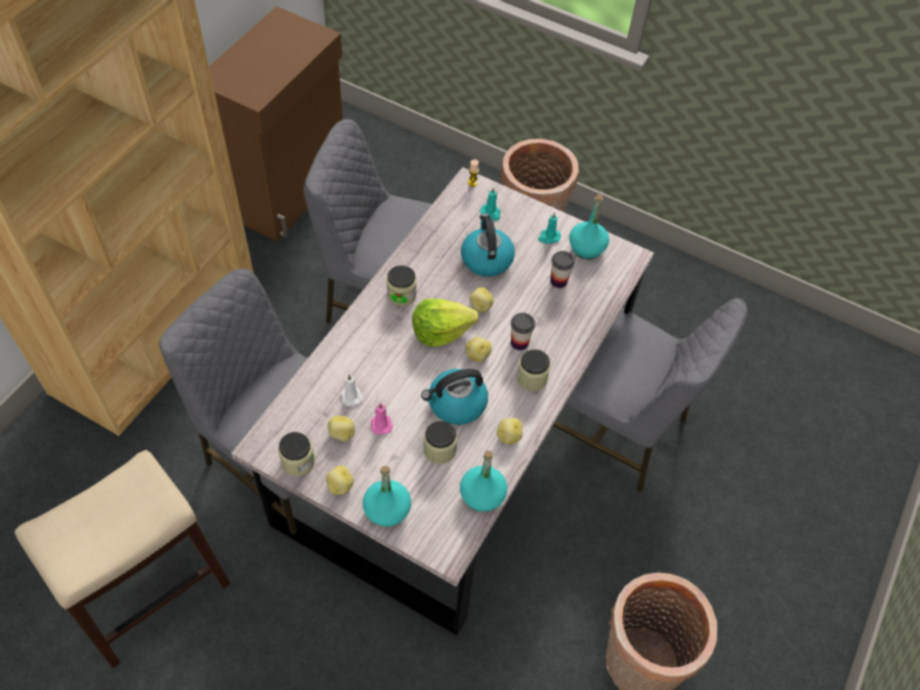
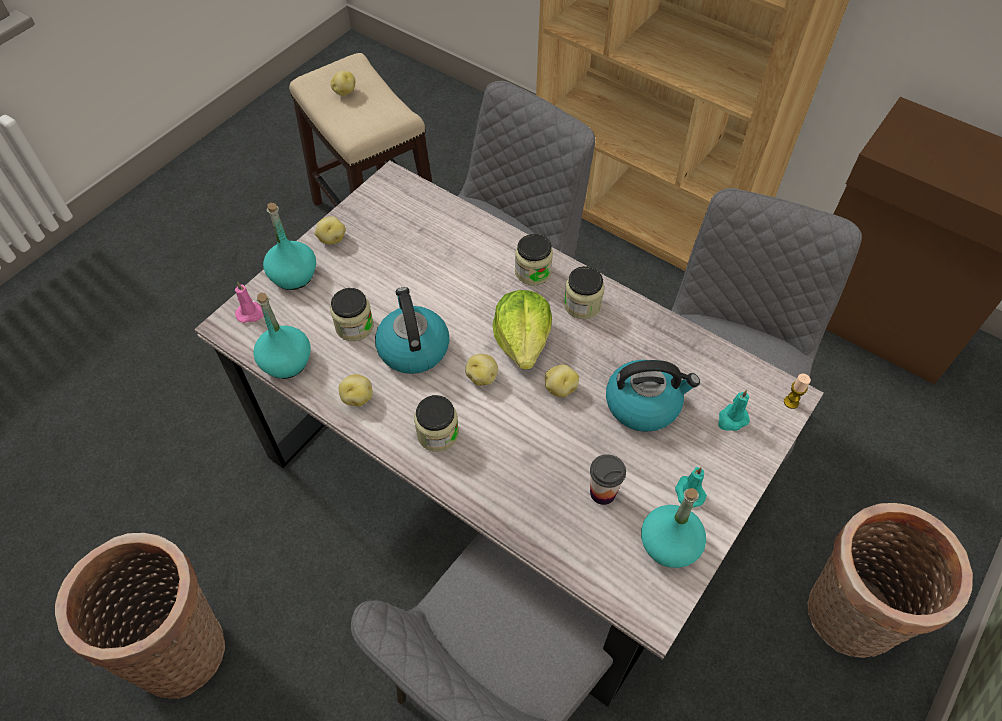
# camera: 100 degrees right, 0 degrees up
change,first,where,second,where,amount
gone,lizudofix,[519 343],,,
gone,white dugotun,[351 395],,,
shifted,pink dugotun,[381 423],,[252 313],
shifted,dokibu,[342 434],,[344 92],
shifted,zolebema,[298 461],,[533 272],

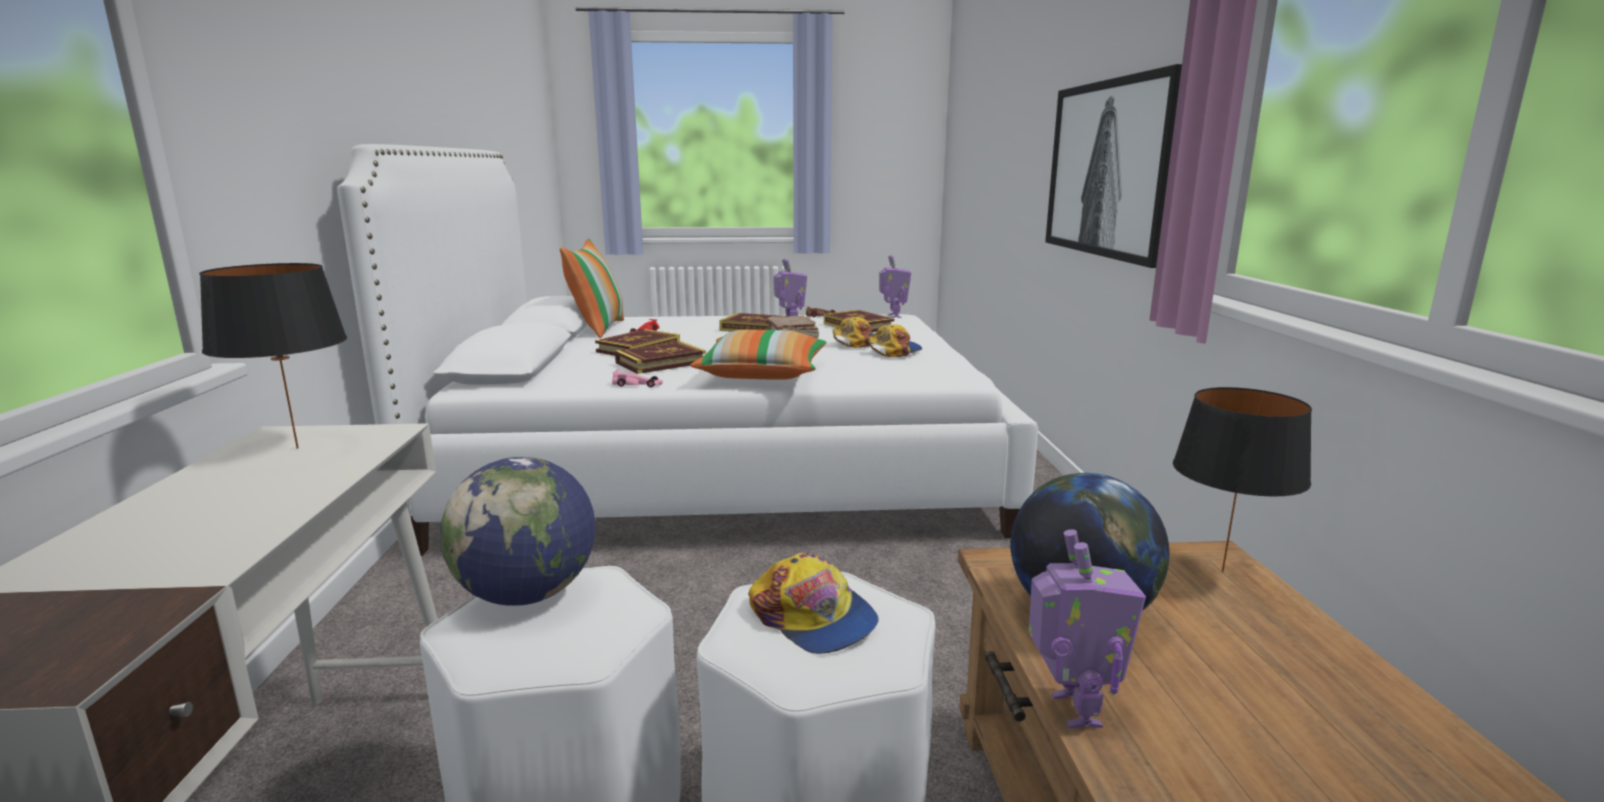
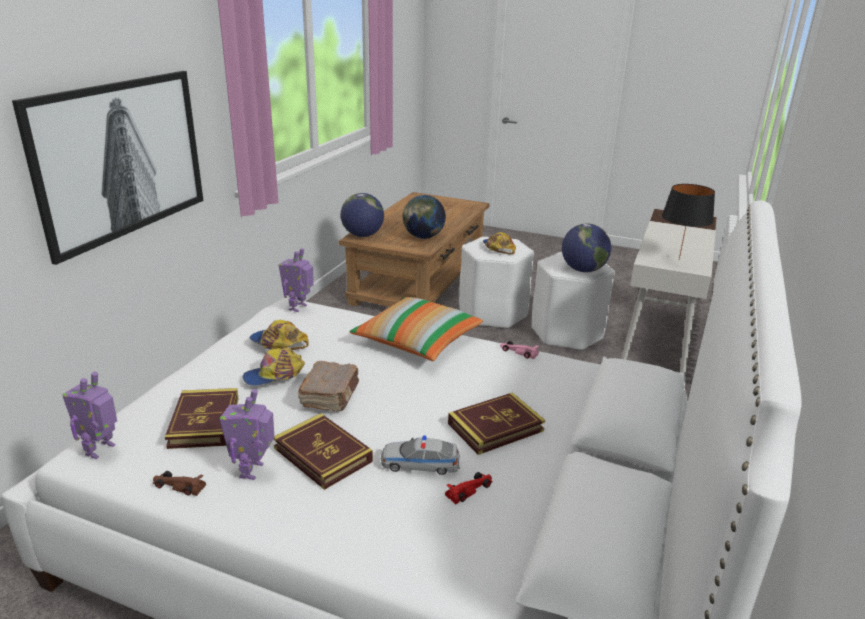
# camera: 155 degrees left, 10 degrees up
change,first,where,second,where,amount
gone,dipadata,[597 328],,,
rotated,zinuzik,[894 351],,[278 343],60 degrees clockwise
gone,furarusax,[661 363],,,
swapped,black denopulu,[1224 571],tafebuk,[362 235],
shifted,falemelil,[1072 710],,[299 307],
new,,,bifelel,[420 463],

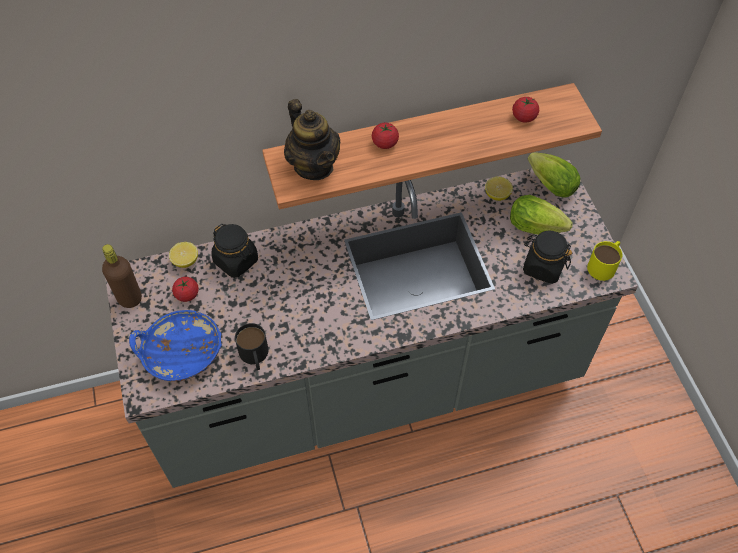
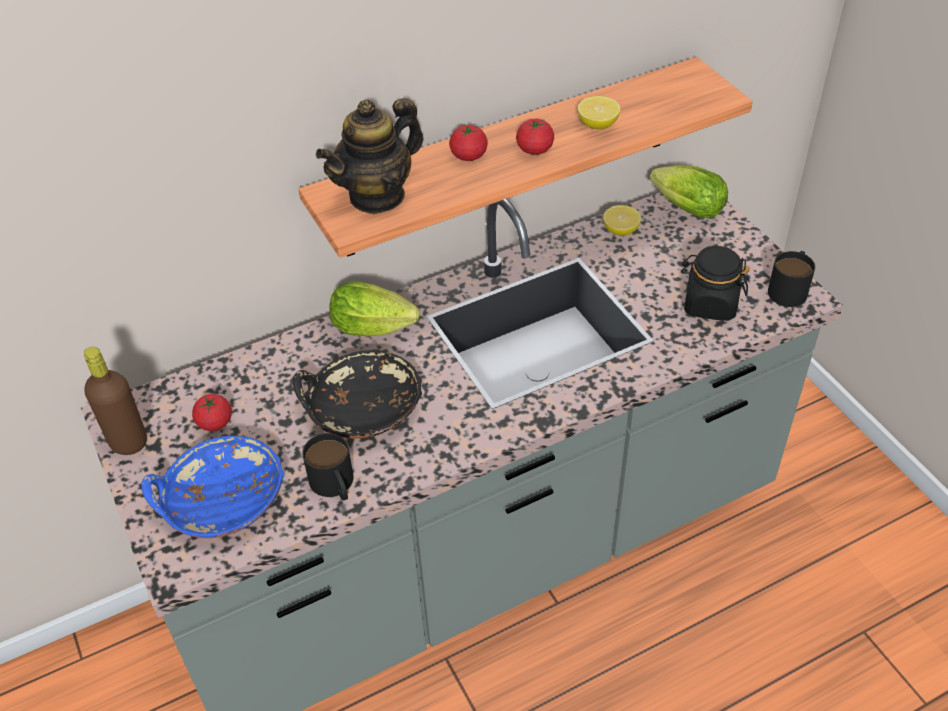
# camera: 10 degrees left, 10 degrees down
change,first,where,second,where,amount
shifted,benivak,[524 117],,[534 149],
rotated,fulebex,[314 166],,[377 196],90 degrees clockwise
shifted,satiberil,[538 228],,[377 329],
gone,black zolebema,[236 261],,,
repainted,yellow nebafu,[604 265],black nebafu,[790 288],
shifted,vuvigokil,[185 261],,[597 125],
new,,,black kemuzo,[361 408],

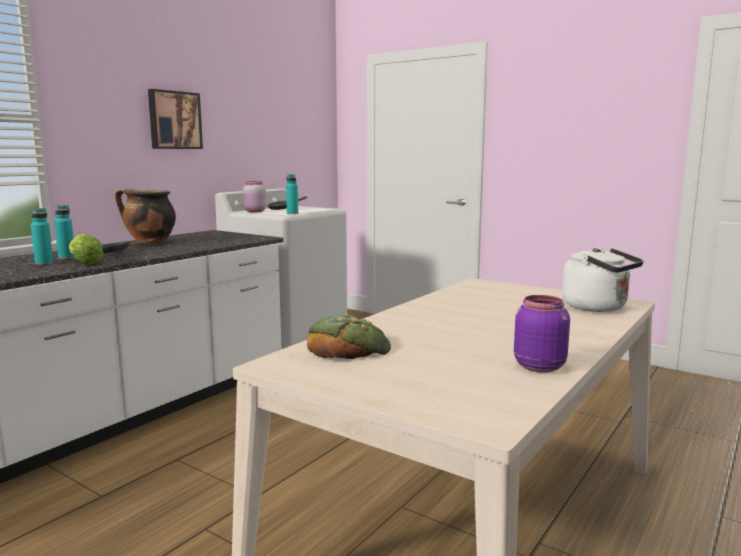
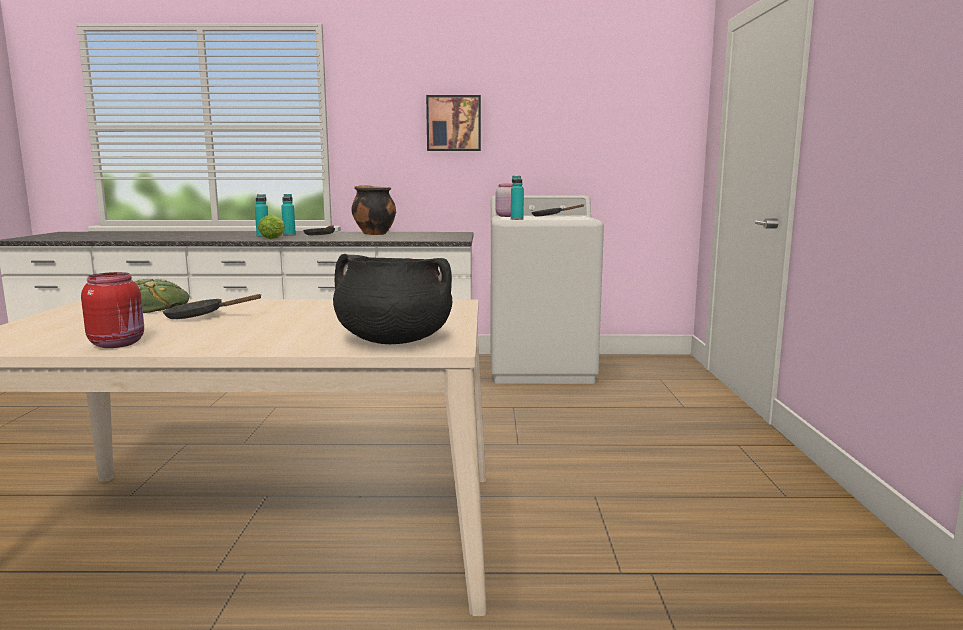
# camera: 55 degrees right, 0 degrees up
change,first,where,second,where,amount
swapped,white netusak,[598 307],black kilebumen,[393 340],
repainted,purple zolebema,[538 366],red zolebema,[118 343],
new,,,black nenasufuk,[201 317],

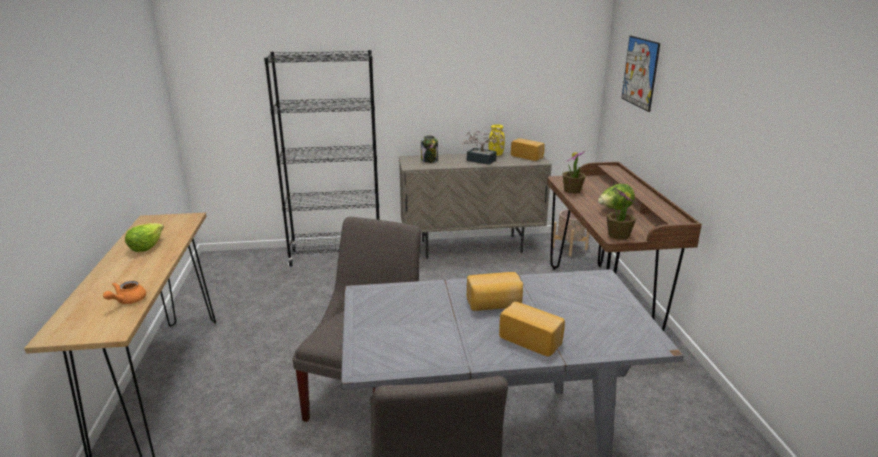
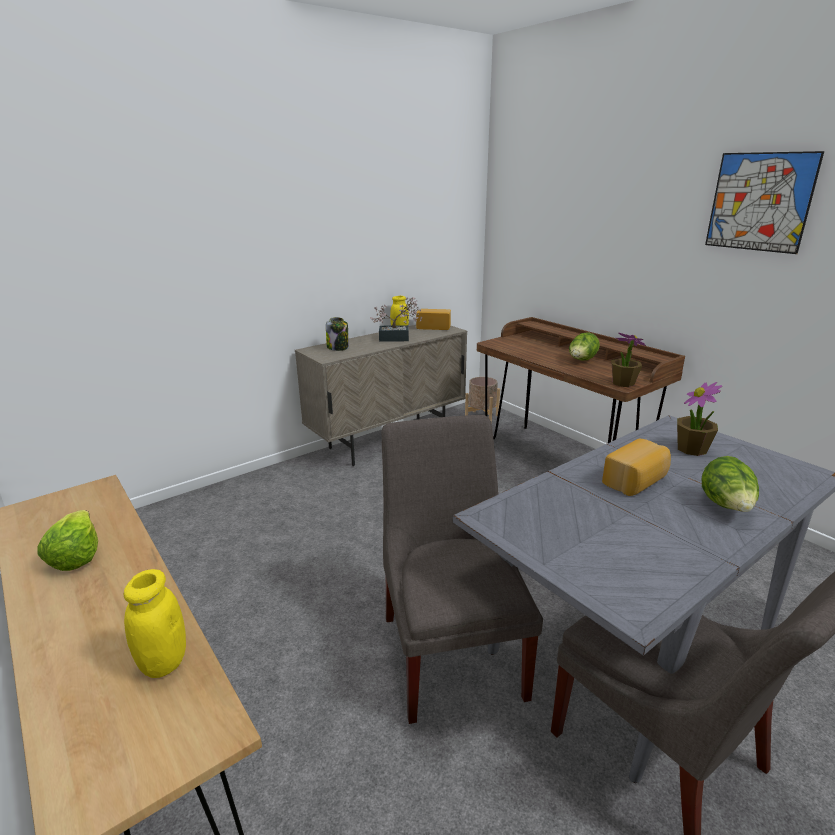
# camera: 30 degrees left, 0 degrees up
change,first,where,second,where,amount
shifted,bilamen,[640 72],,[759 202],
gone,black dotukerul,[336 256],,,
shifted,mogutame,[572 190],,[692 449],
swapped,orange fulebex,[127 301],yellow zolebema,[164 662],
swapped,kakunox,[532 339],satiberil,[726 506],

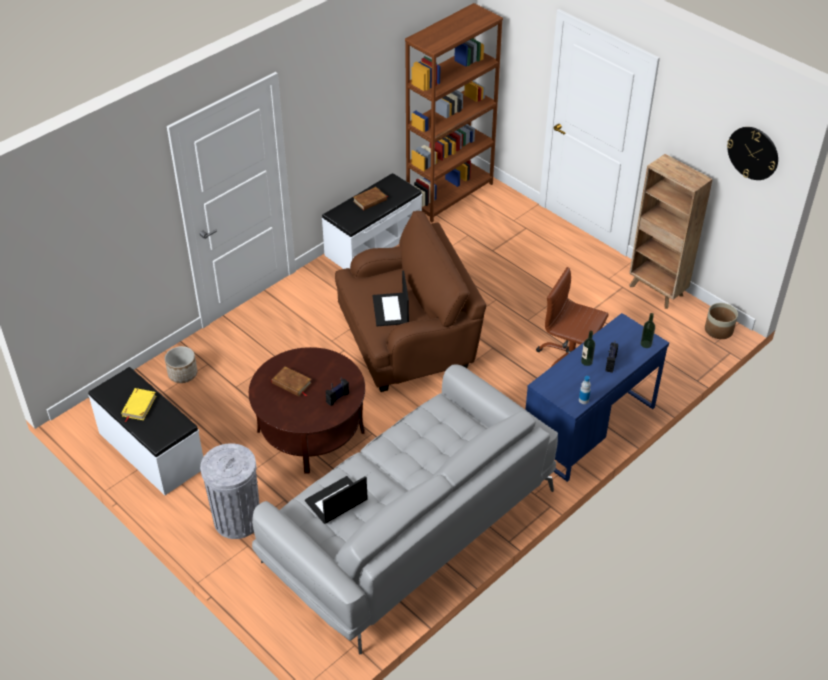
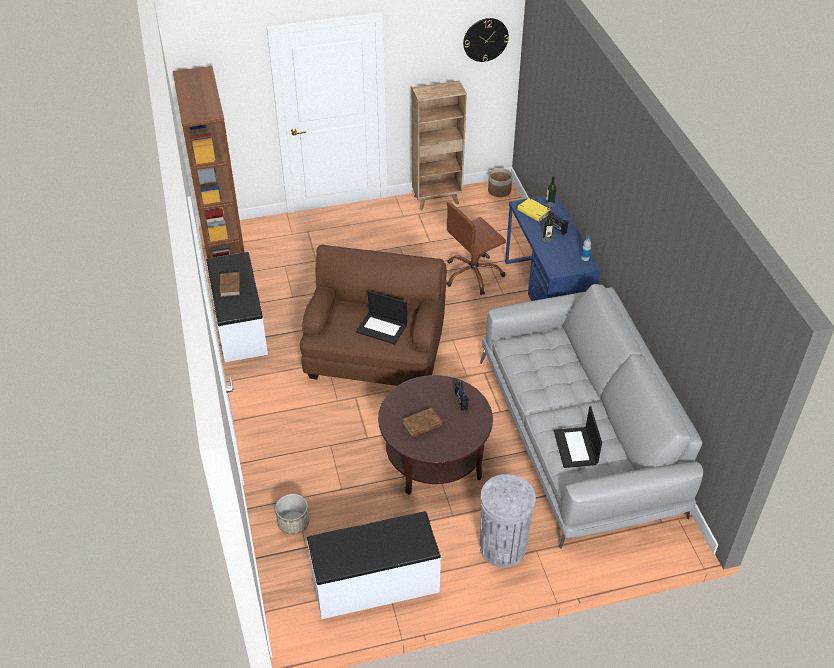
# camera: 60 degrees left, 0 degrees up
change,first,where,second,where,amount
shifted,yellow furarusax,[139 406],,[533 212],

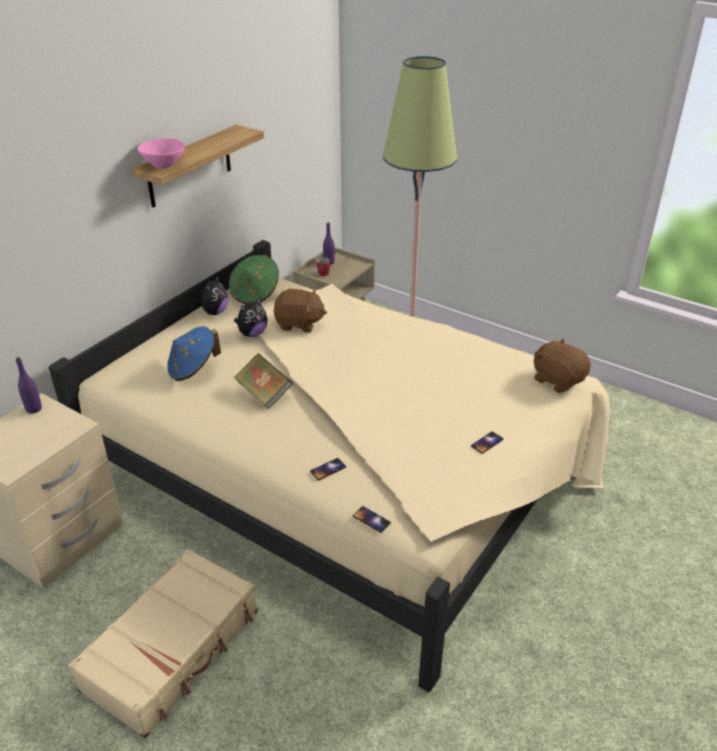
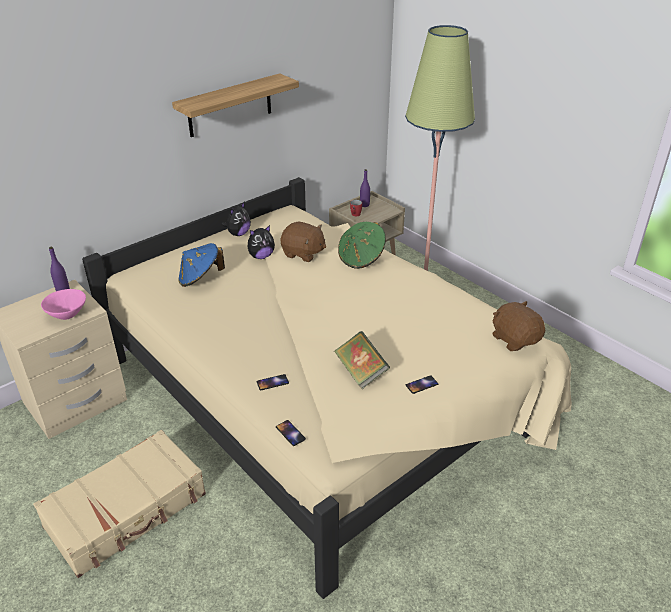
# camera: 15 degrees right, 0 degrees up
change,first,where,second,where,amount
shifted,pink kemuzo,[164 165],,[68 314],
shifted,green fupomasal,[255 294],,[361 258],
shifted,furarusax,[264 394],,[361 372],

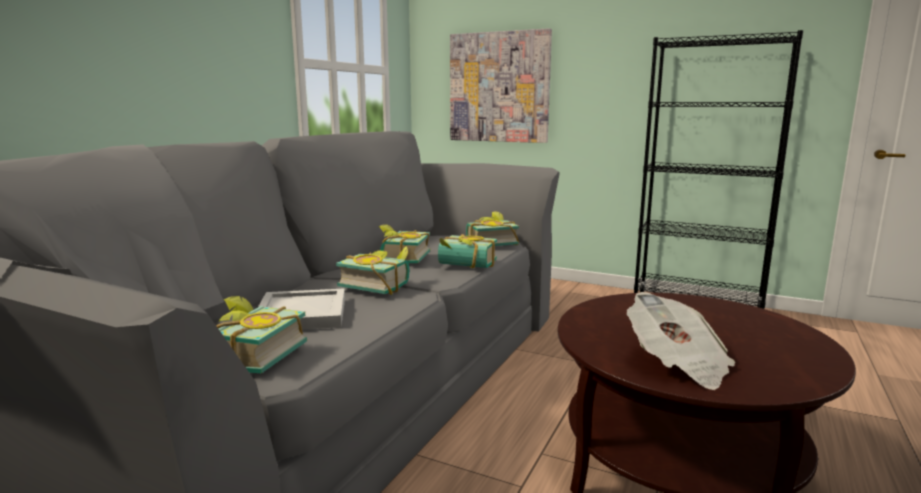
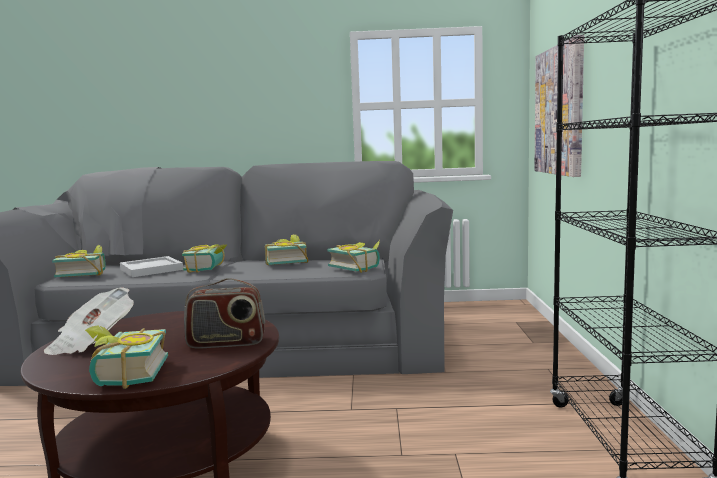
# camera: 65 degrees right, 5 degrees down
change,first,where,second,where,amount
shifted,furarusax,[465 266],,[124 375],
new,,,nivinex,[226 343],

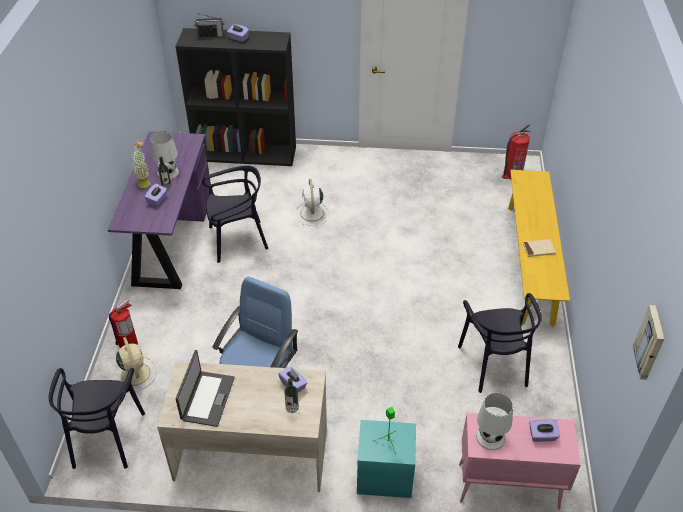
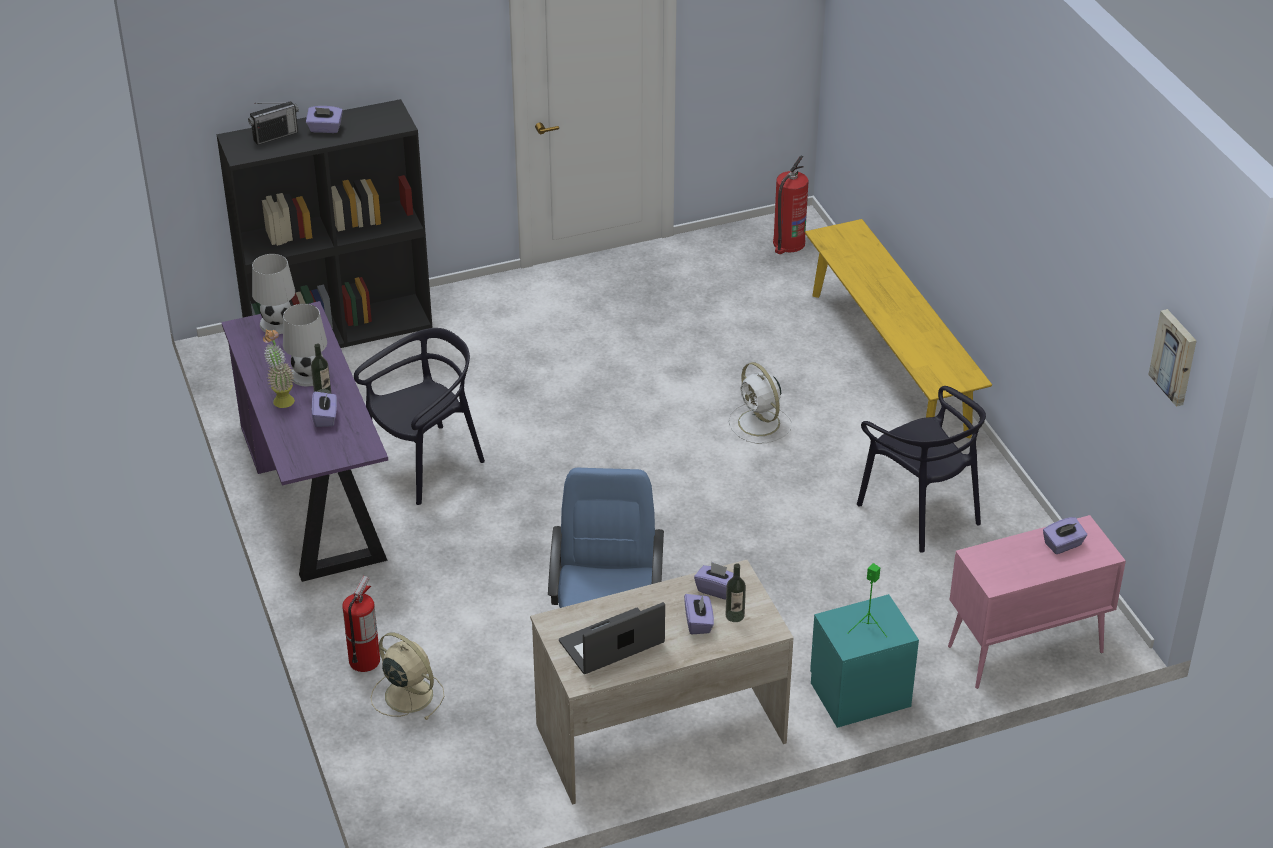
# camera: 25 degrees left, 5 degrees down
change,first,where,second,where,amount
shifted,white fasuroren,[312 214],,[760 424],
gone,beige furarusax,[538 249],,,
rotated,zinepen,[207 398],,[612 644],105 degrees counterclockwise
gone,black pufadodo,[106 438],,,
shifted,white denopulu,[490 438],,[278 323],
new,,,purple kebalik,[698 622],

